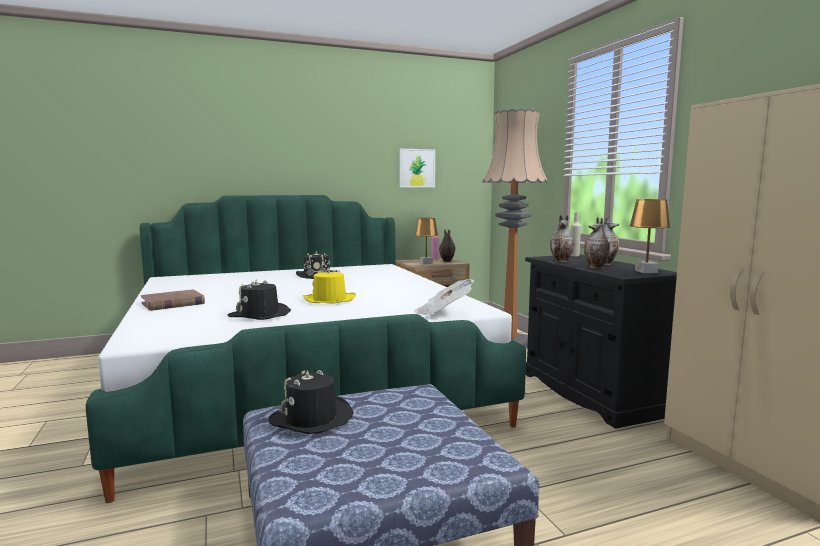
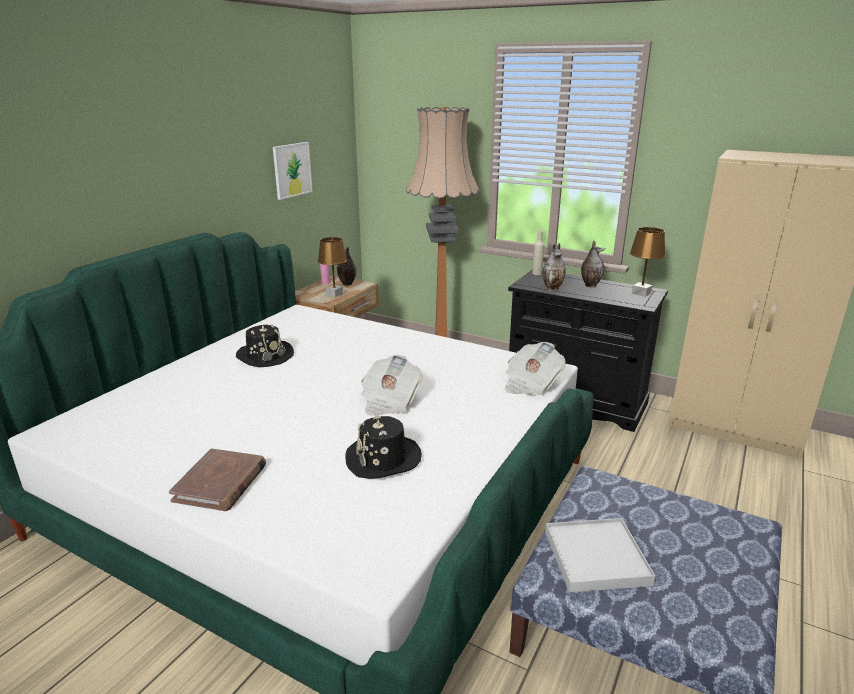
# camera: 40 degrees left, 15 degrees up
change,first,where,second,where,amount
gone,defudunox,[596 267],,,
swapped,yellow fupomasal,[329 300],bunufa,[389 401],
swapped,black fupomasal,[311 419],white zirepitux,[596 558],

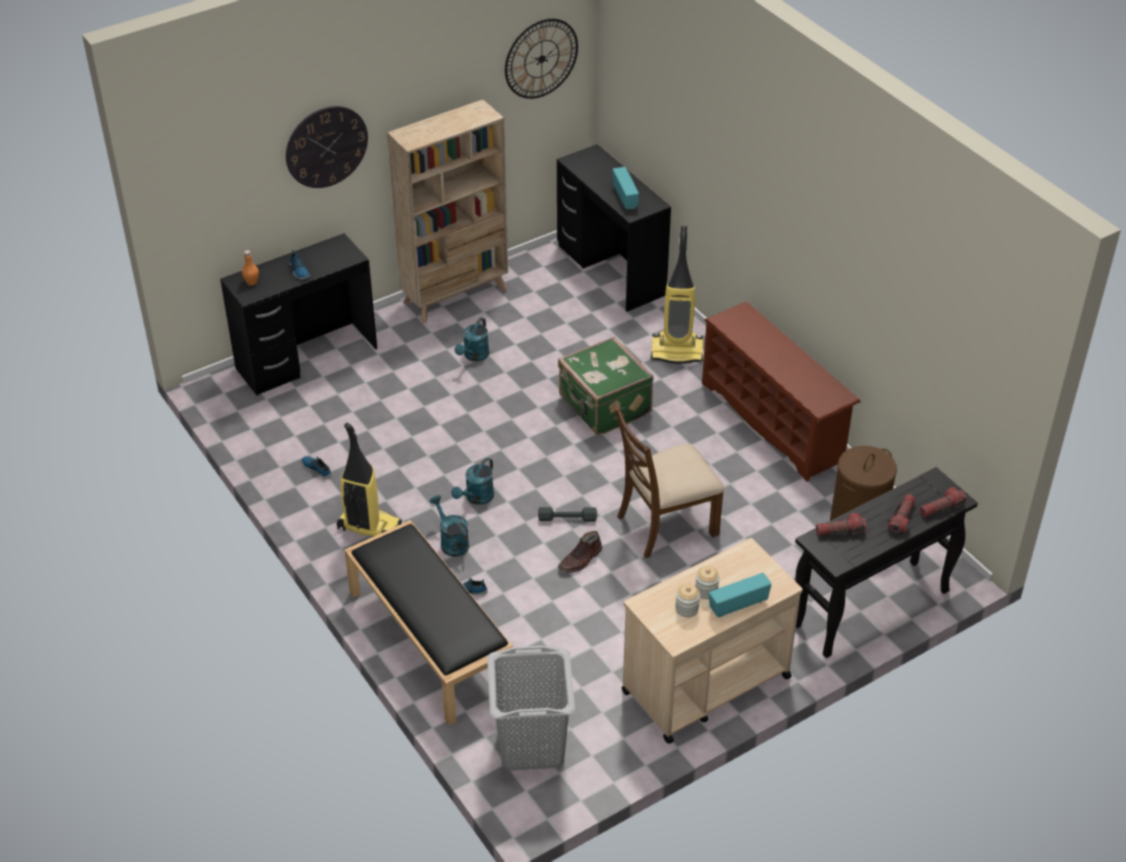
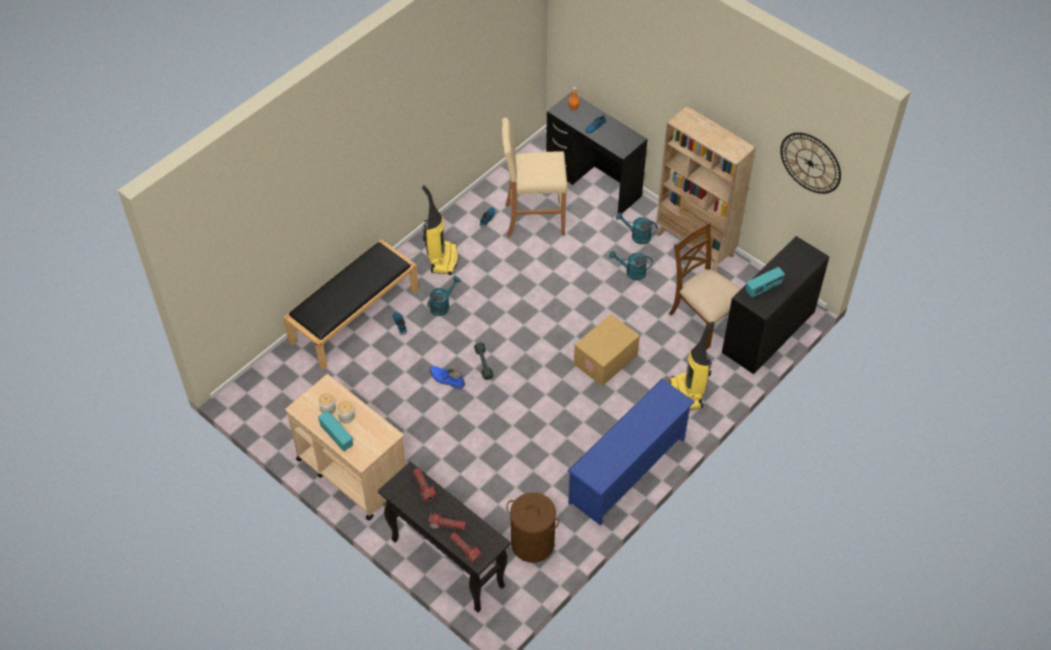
# camera: 75 degrees right, 10 degrees up
change,first,where,second,where,amount
gone,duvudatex,[326 146],,,
repainted,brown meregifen,[774 421],blue meregifen,[628 471],
swapped,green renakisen,[603 406],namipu,[606 360],
shifted,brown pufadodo,[665 525],,[703 318],
shifted,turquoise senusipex,[476 498],,[637 236],
repainted,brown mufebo,[580 559],blue mufebo,[446 379],
gone,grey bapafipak,[531 746],,,
new,,,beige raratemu,[533 219],

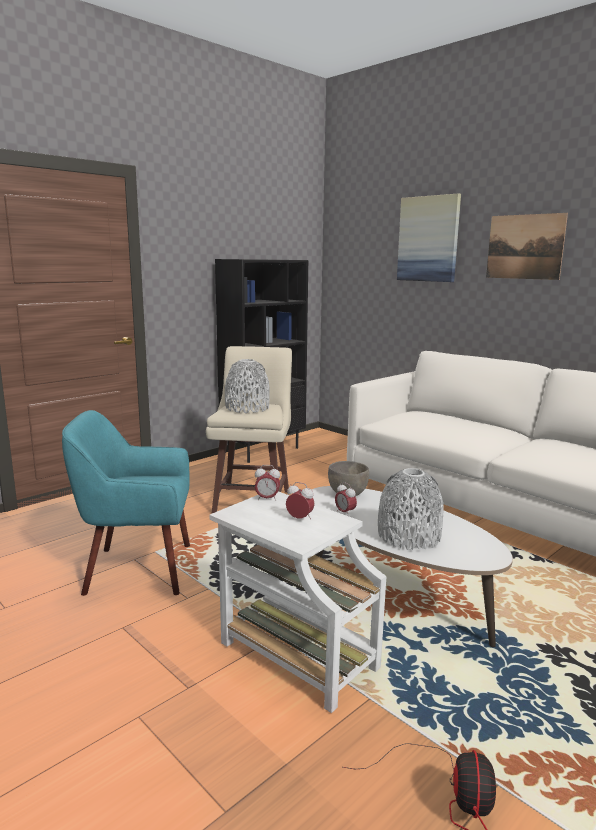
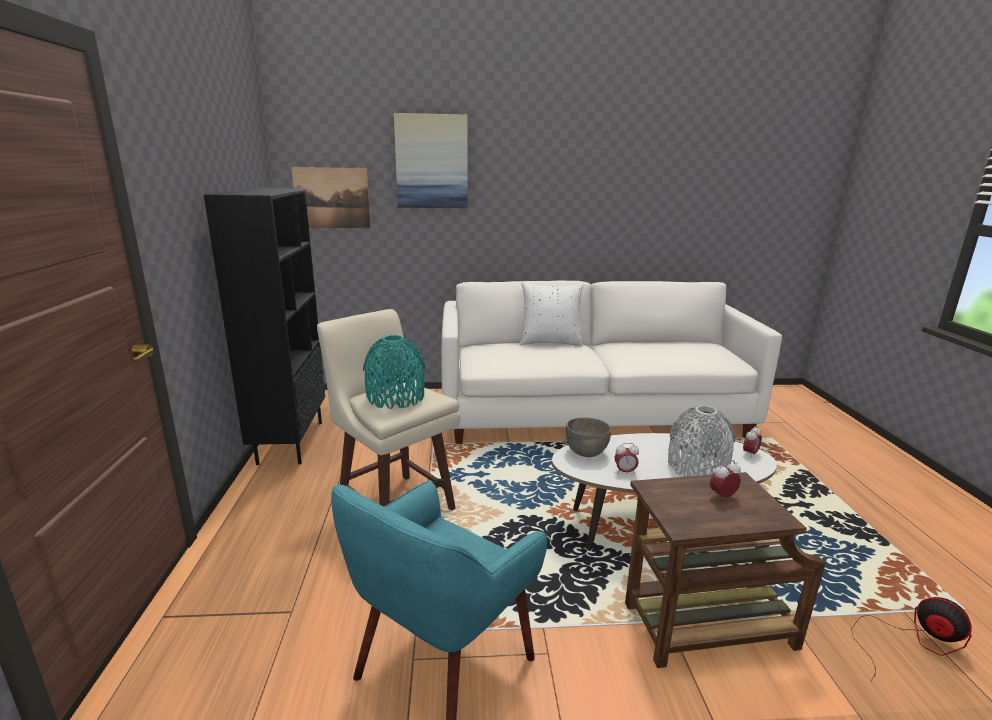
# camera: 50 degrees left, 5 degrees up
change,first,where,second,where,amount
shifted,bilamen,[525 247],,[331 198],
repainted,grey defudunox,[247 408],turquoise defudunox,[395 398],
shifted,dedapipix,[267 499],,[750 454],
repainted,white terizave,[294 654],brown terizave,[704 627],
new,,,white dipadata,[550 342],

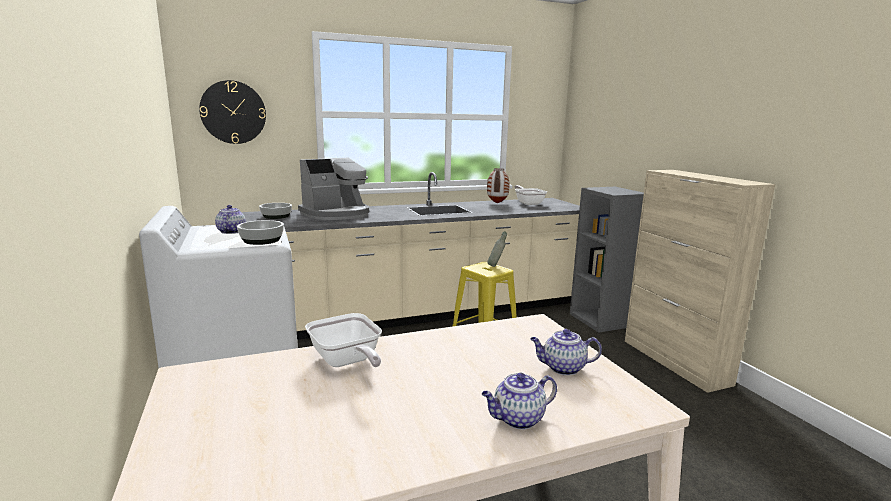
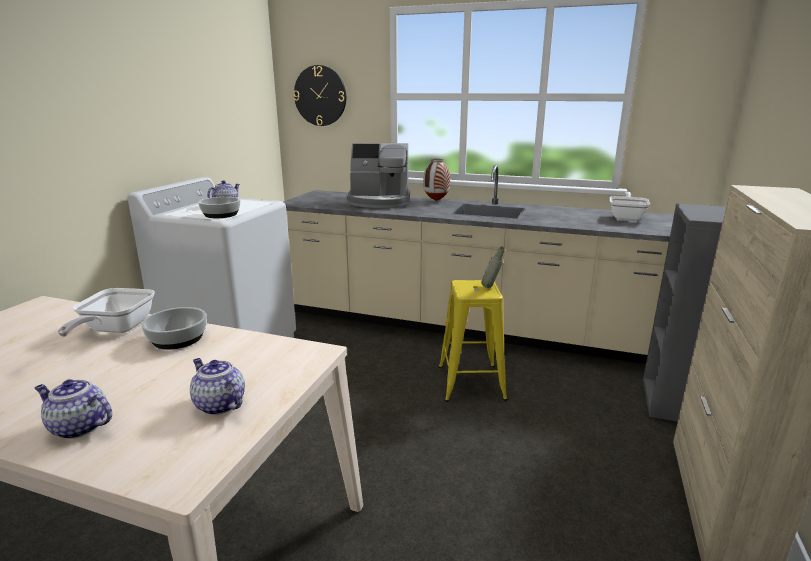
# camera: 40 degrees right, 5 degrees up
change,first,where,second,where,amount
shifted,defudunox,[497 203],,[436 201],
shifted,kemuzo,[276 216],,[178 338],

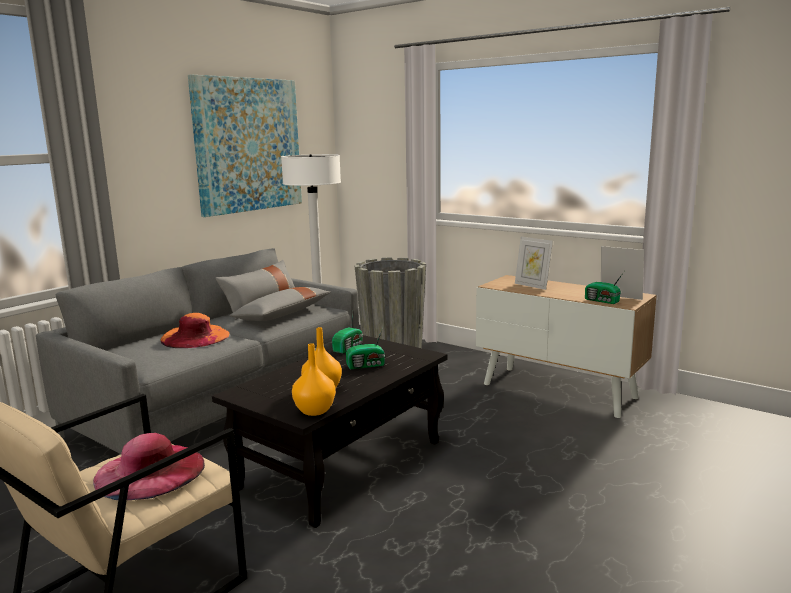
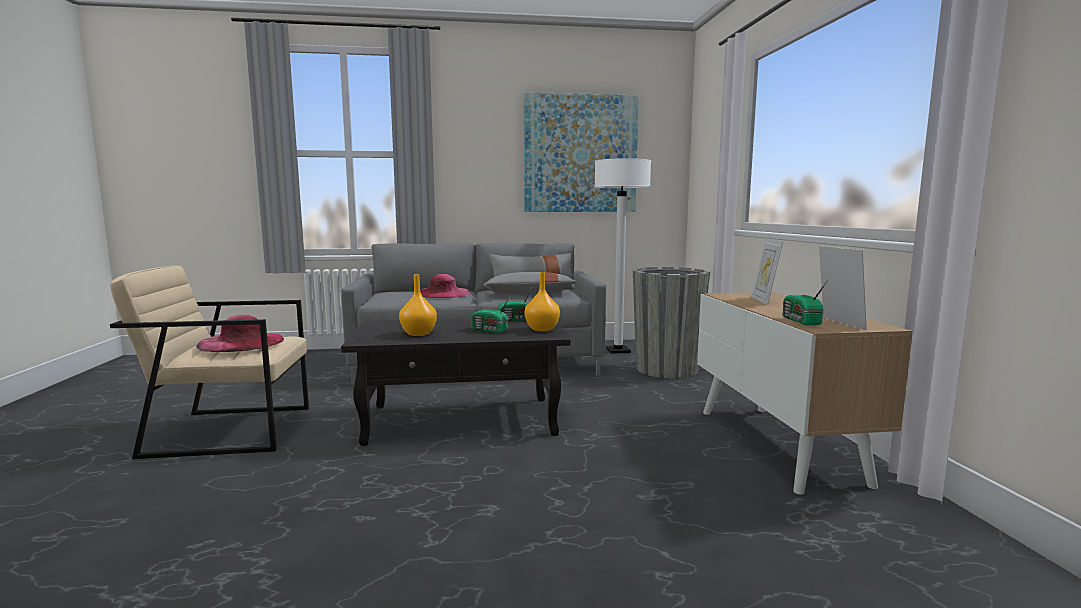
# camera: 45 degrees right, 5 degrees down
change,first,where,second,where,amount
repainted,orange fupomasal,[195 337],pink fupomasal,[442 293],
shifted,orange defudunox,[314 410],,[542 329],

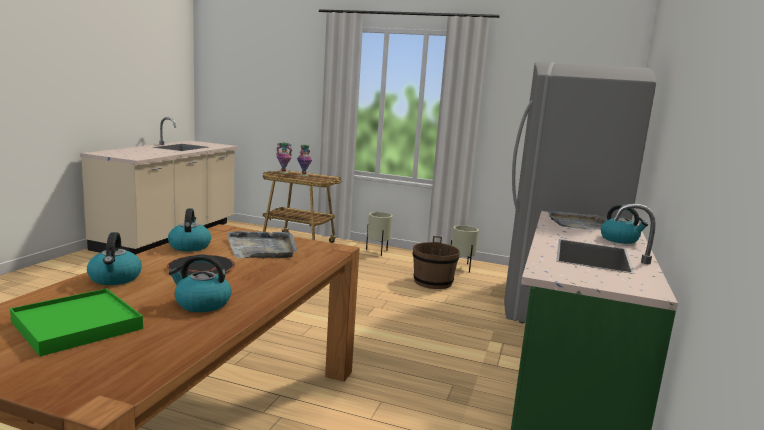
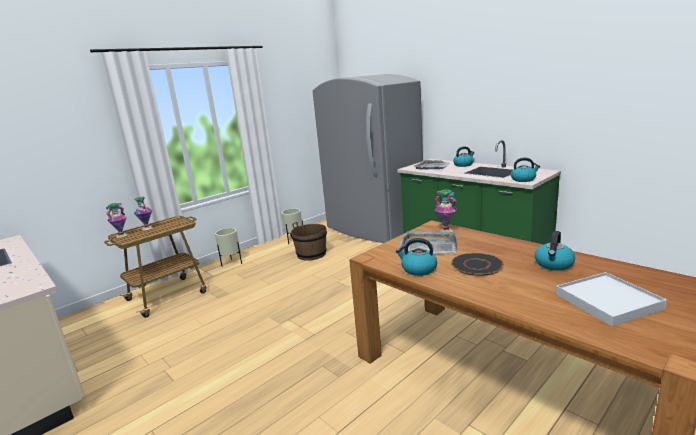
# camera: 60 degrees left, 5 degrees up
change,first,where,second,where,amount
shifted,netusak,[115 278],,[523 179],
repainted,green zirepitux,[77 325],white zirepitux,[607 301],
new,,,defudunox,[446 231],

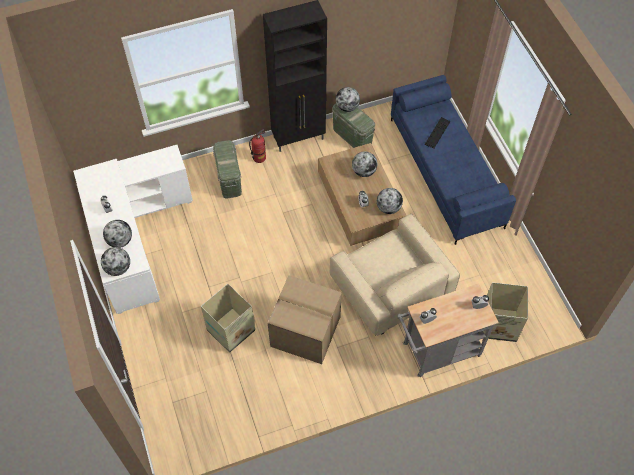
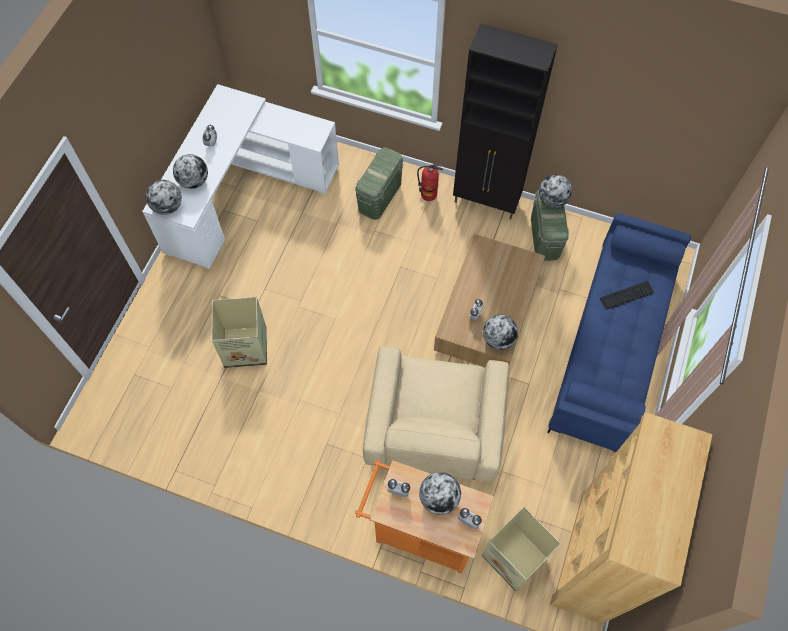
# camera: 40 degrees right, 5 degrees up
change,first,where,second,where,amount
shifted,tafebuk,[364 171],,[439 498],
gone,namipu,[304 332],,,
repainted,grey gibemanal,[437 352],orange gibemanal,[420 531],
new,,,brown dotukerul,[590 557],

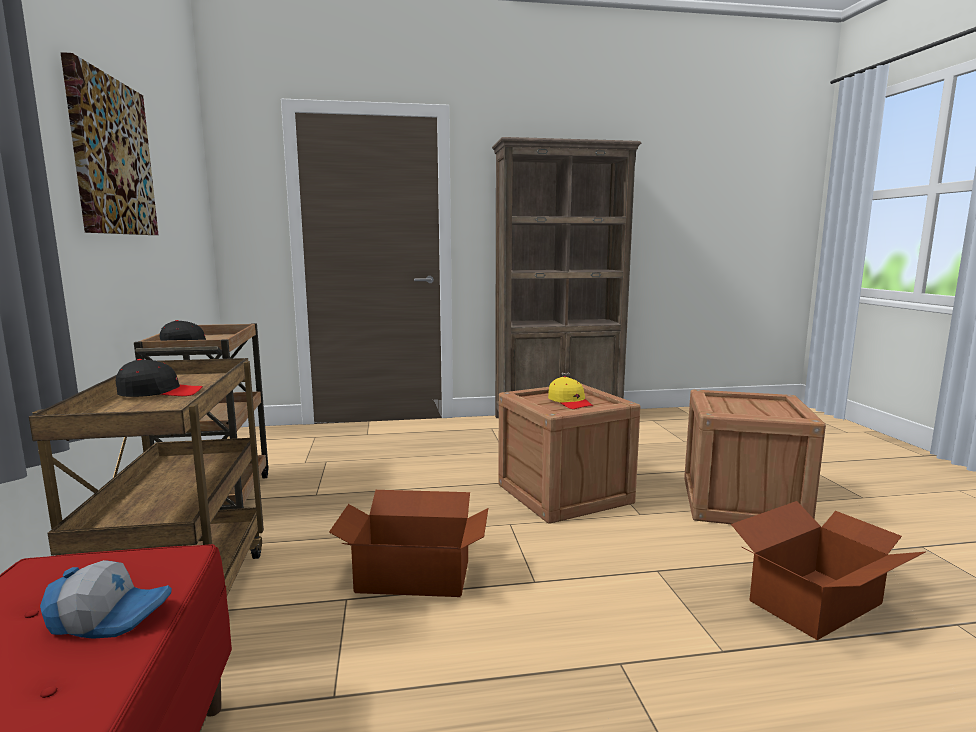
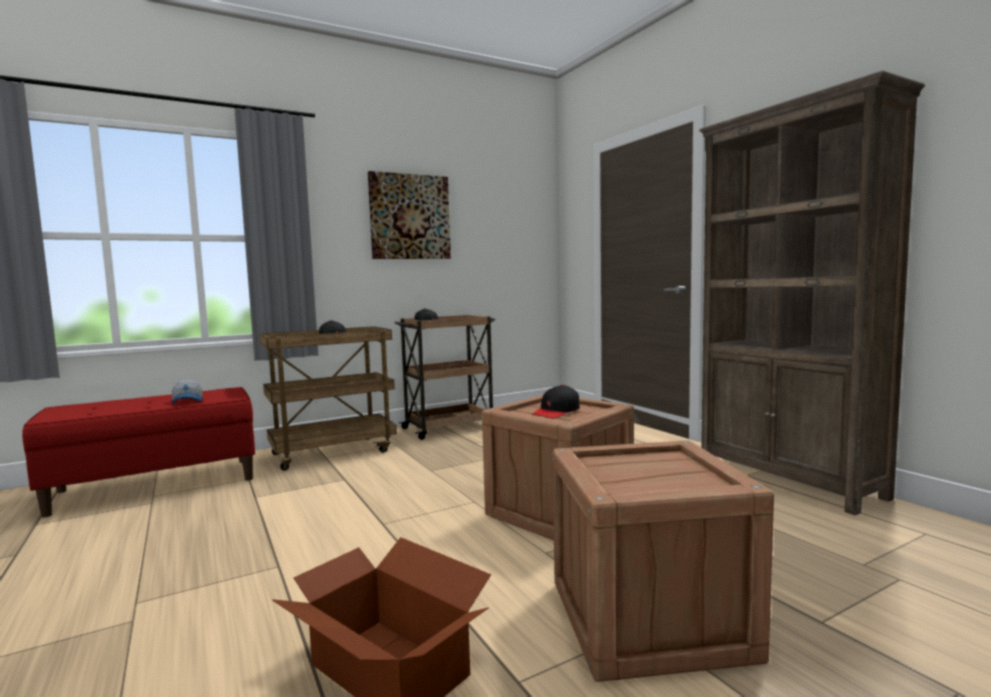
# camera: 70 degrees right, 5 degrees down
change,first,where,second,where,amount
repainted,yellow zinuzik,[570 402],black zinuzik,[556 412],
gone,namipu,[412 575],,,

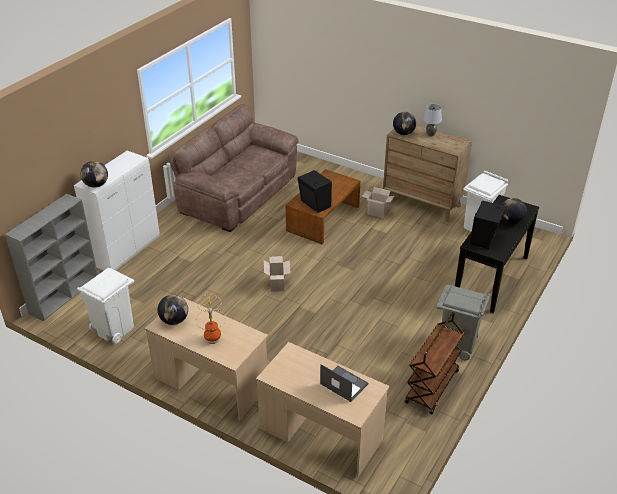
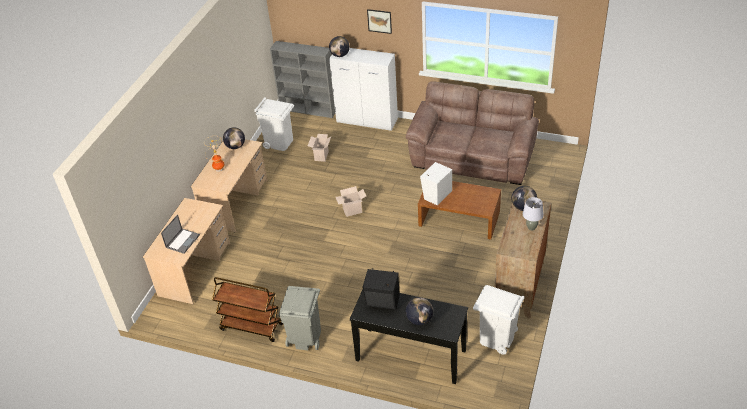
# camera: 80 degrees right, 5 degrees up
change,first,where,second,where,amount
repainted,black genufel,[315 204],white genufel,[436 194],
shifted,namipu,[376 213],,[321 155],
new,,,bilamen,[379 21],

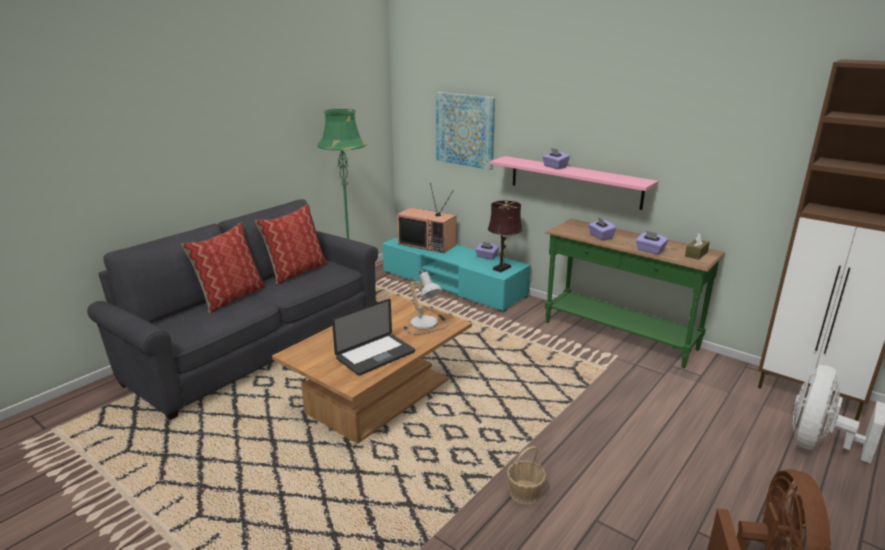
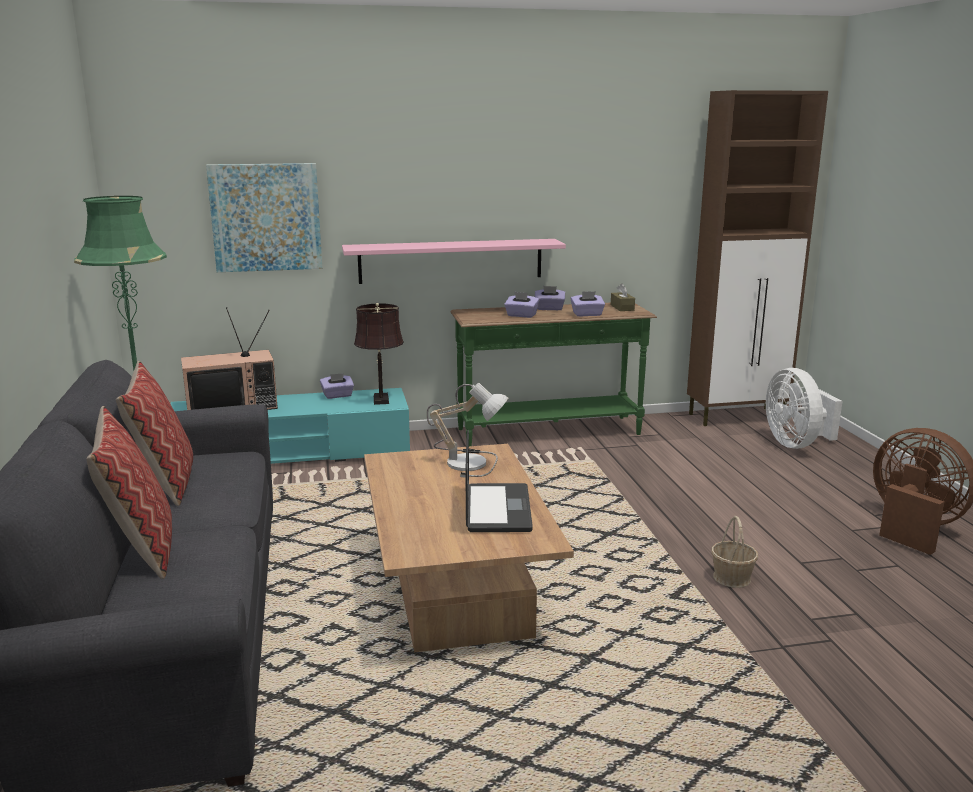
# camera: 50 degrees left, 5 degrees down
change,first,where,second,where,amount
shifted,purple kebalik,[554 167],,[549 308],

